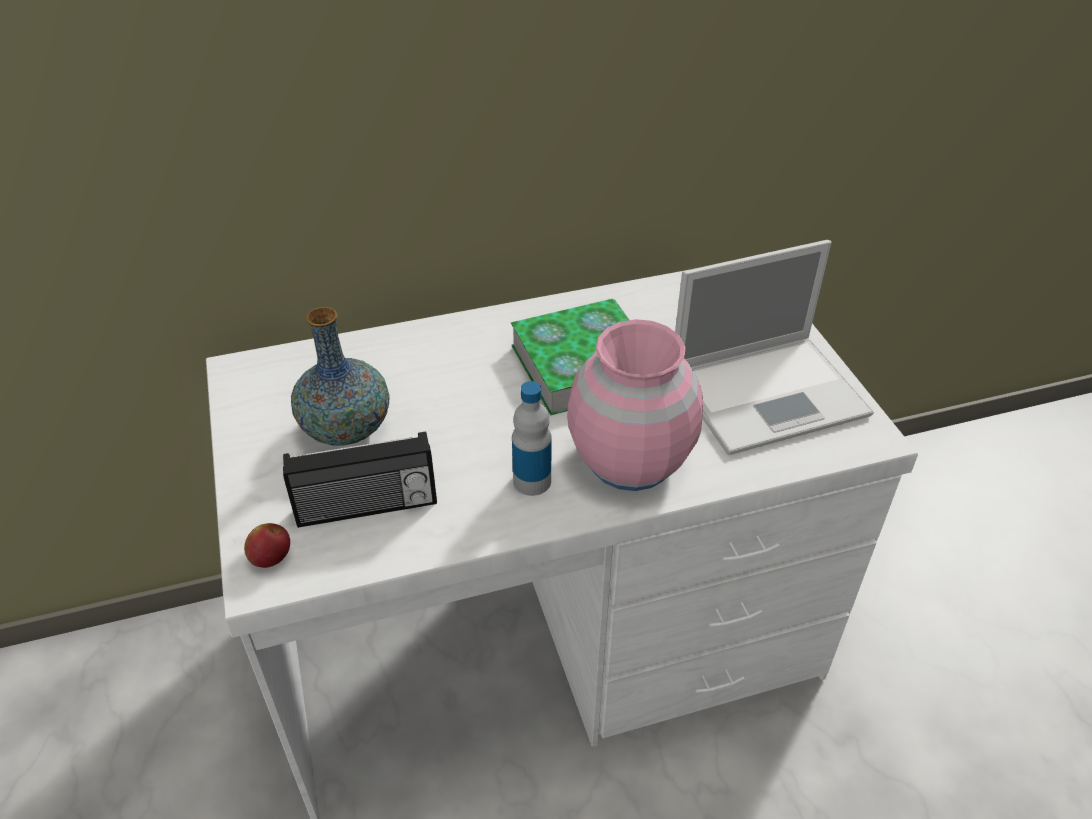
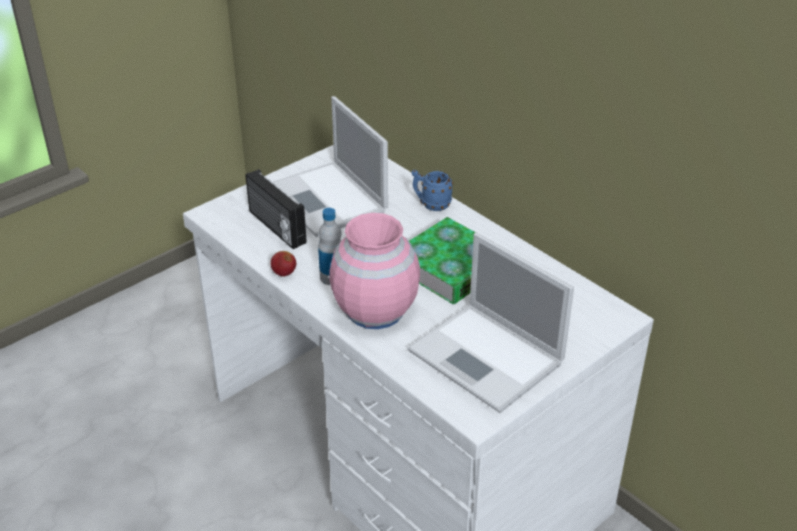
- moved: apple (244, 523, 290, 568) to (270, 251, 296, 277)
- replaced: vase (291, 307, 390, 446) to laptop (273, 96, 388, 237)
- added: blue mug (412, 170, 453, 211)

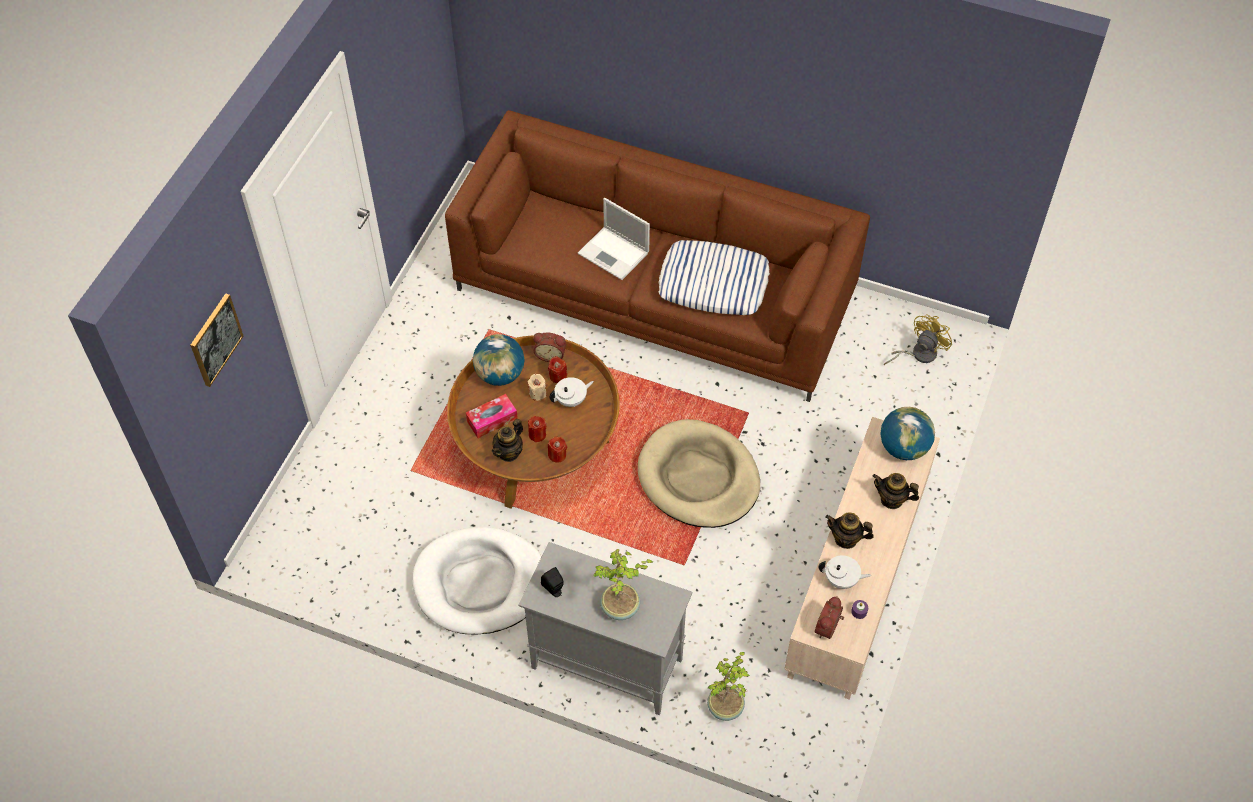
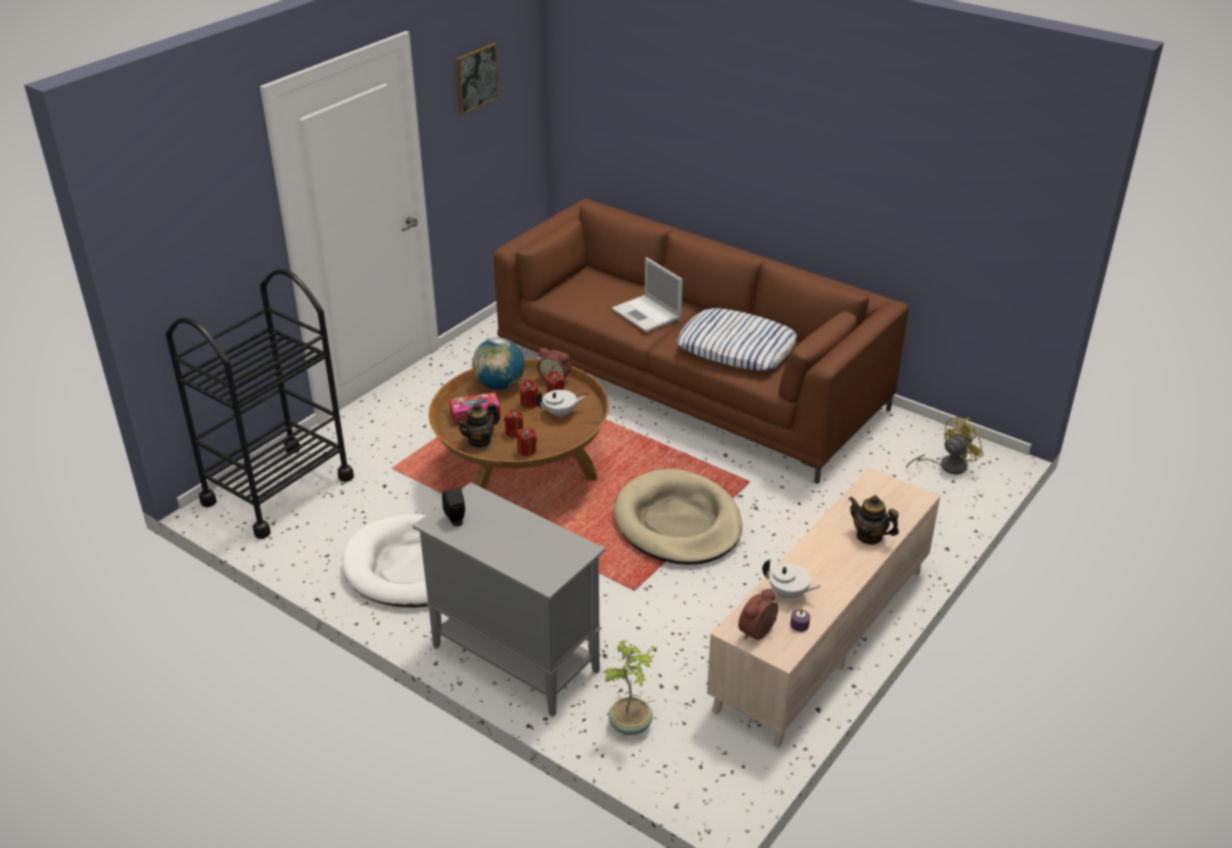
- added: black cart (165, 269, 354, 539)
- moved: picture (190, 293, 244, 387) to (455, 43, 500, 115)
- recoloured: beige candle (528, 374, 546, 401) to red candle (519, 379, 538, 409)
- removed: potted plant (593, 549, 653, 620)
- removed: teapot (825, 512, 874, 549)
- removed: globe (880, 407, 935, 460)

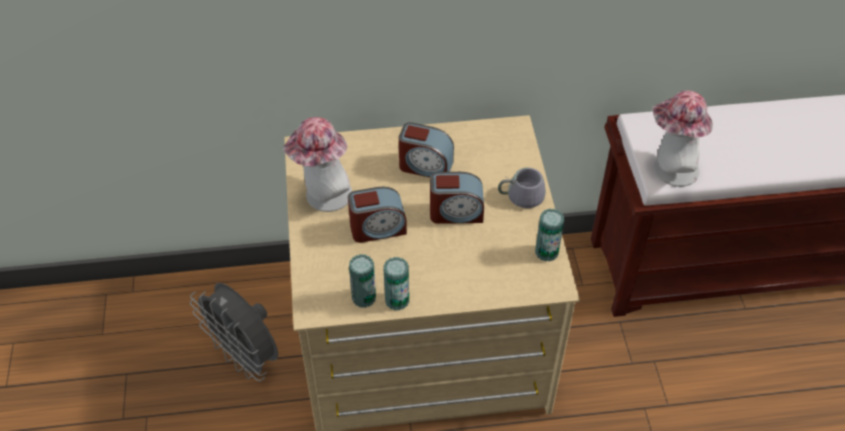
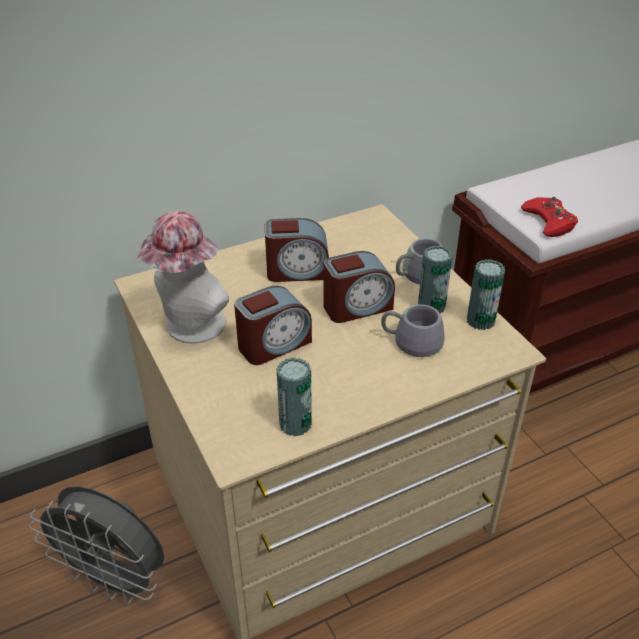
- added: grey mug (381, 304, 445, 357)
- moved: can (383, 257, 409, 310) to (418, 246, 453, 313)
- replaced: hat (653, 91, 713, 187) to red game controller (521, 197, 578, 237)

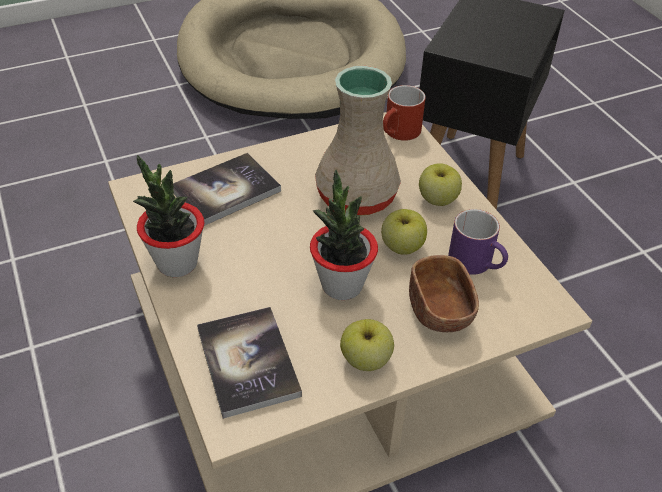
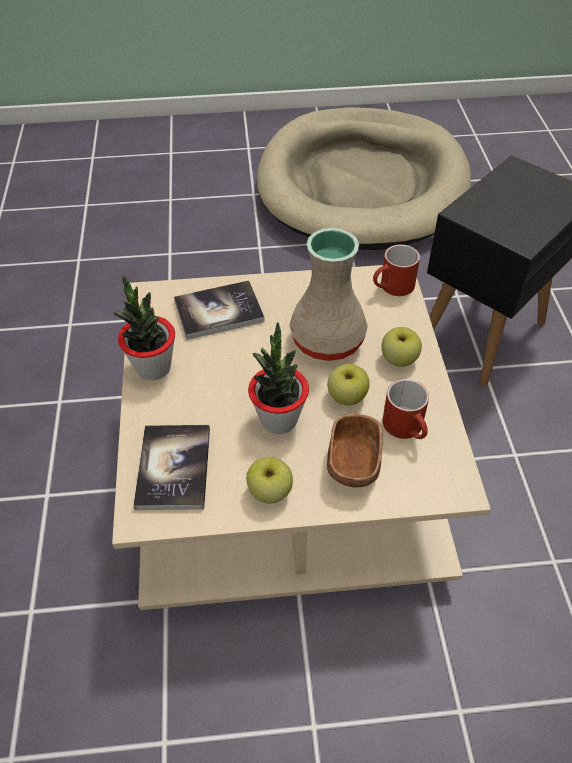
- recoloured: purple mug (448, 209, 508, 275) to red mug (383, 379, 429, 439)

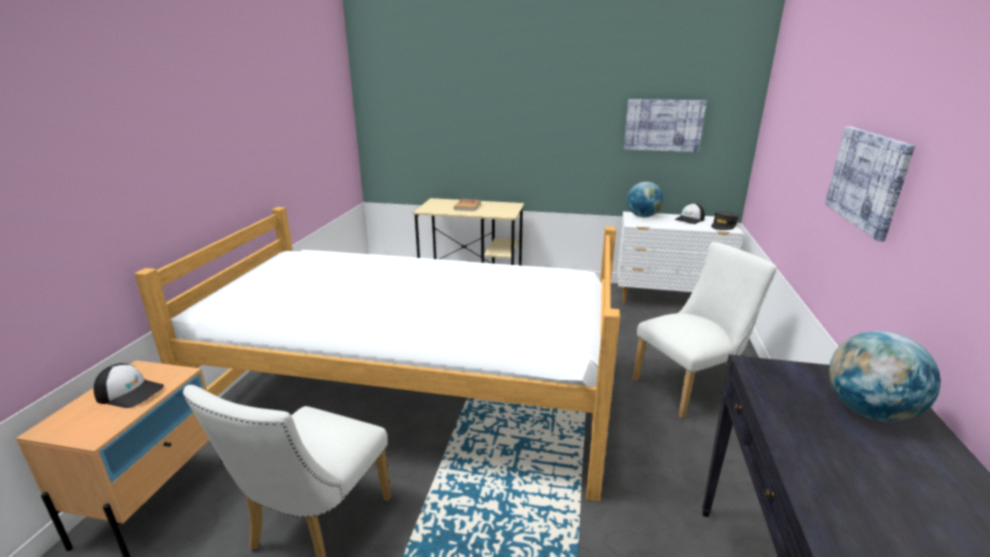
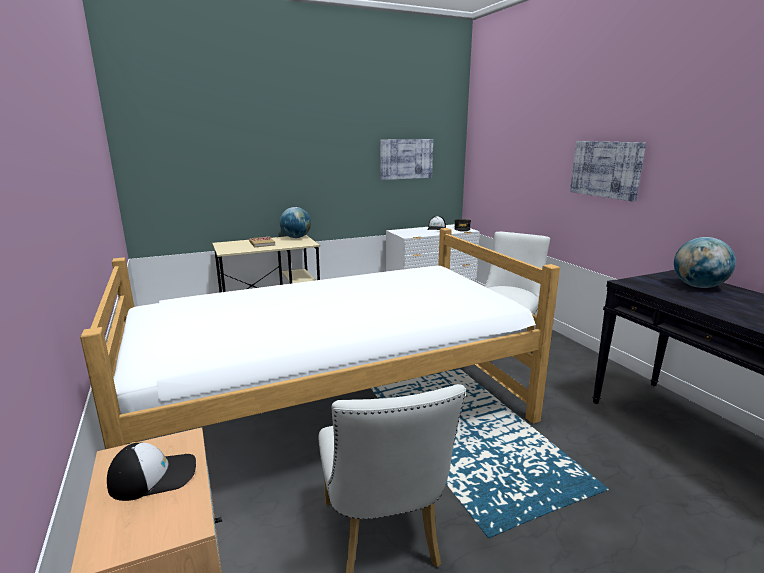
- moved: globe (627, 182, 664, 217) to (280, 207, 311, 238)

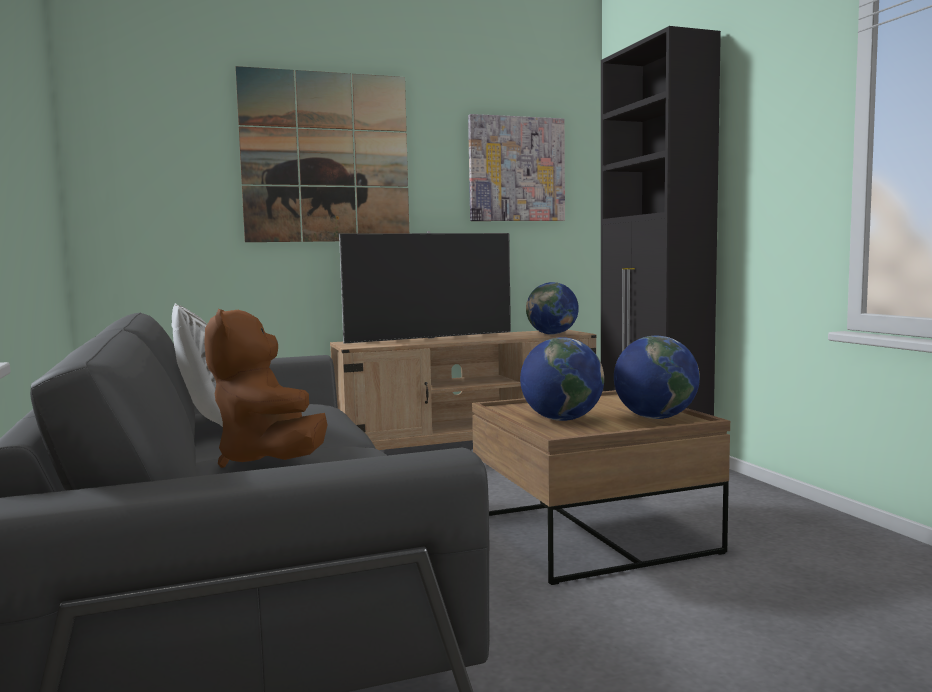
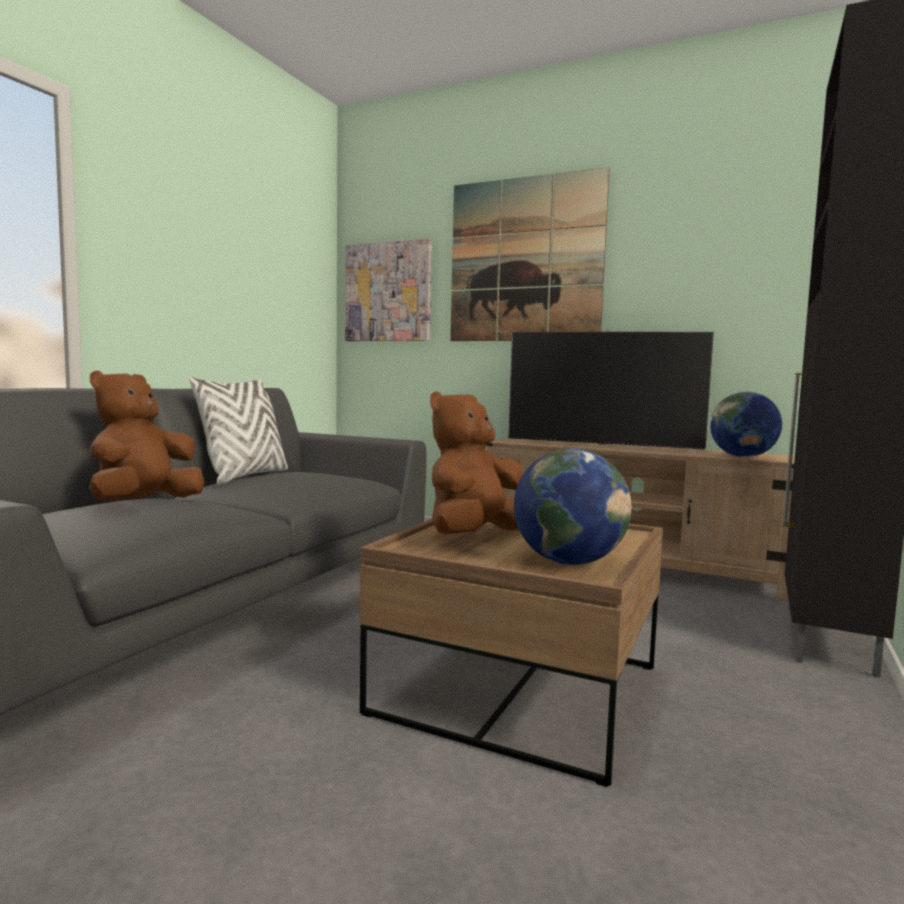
- moved: picture (468, 114, 565, 221) to (345, 238, 432, 341)
- replaced: globe (520, 337, 604, 421) to brown plush toy (430, 391, 522, 534)

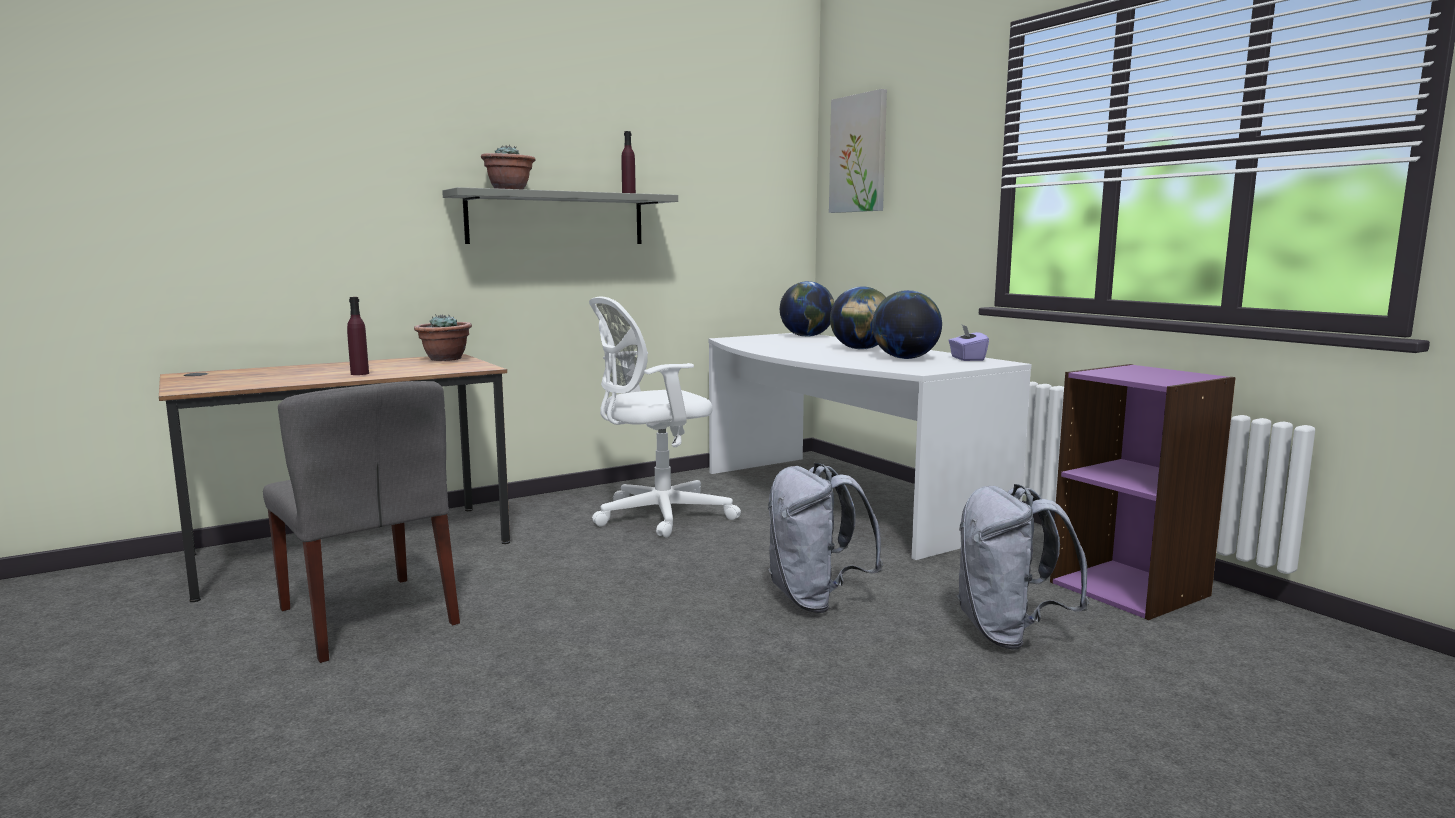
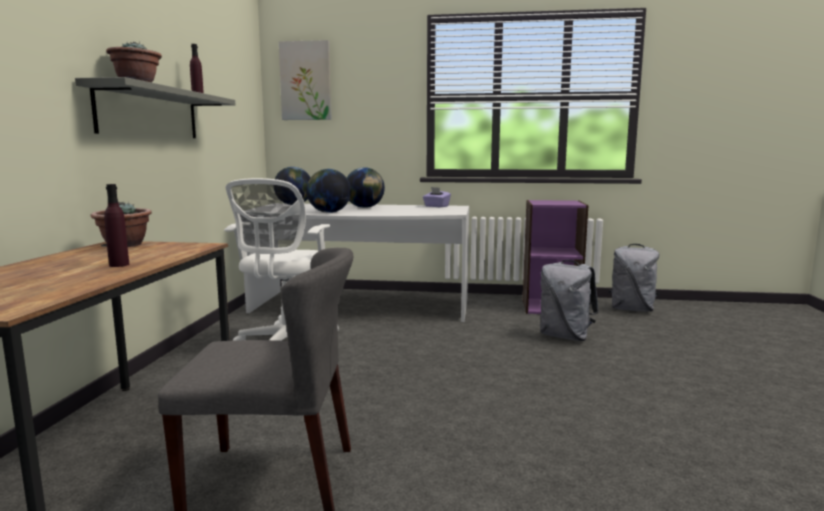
- moved: globe (872, 290, 942, 359) to (306, 169, 351, 213)
- moved: grey backpack (768, 463, 883, 613) to (608, 244, 659, 312)

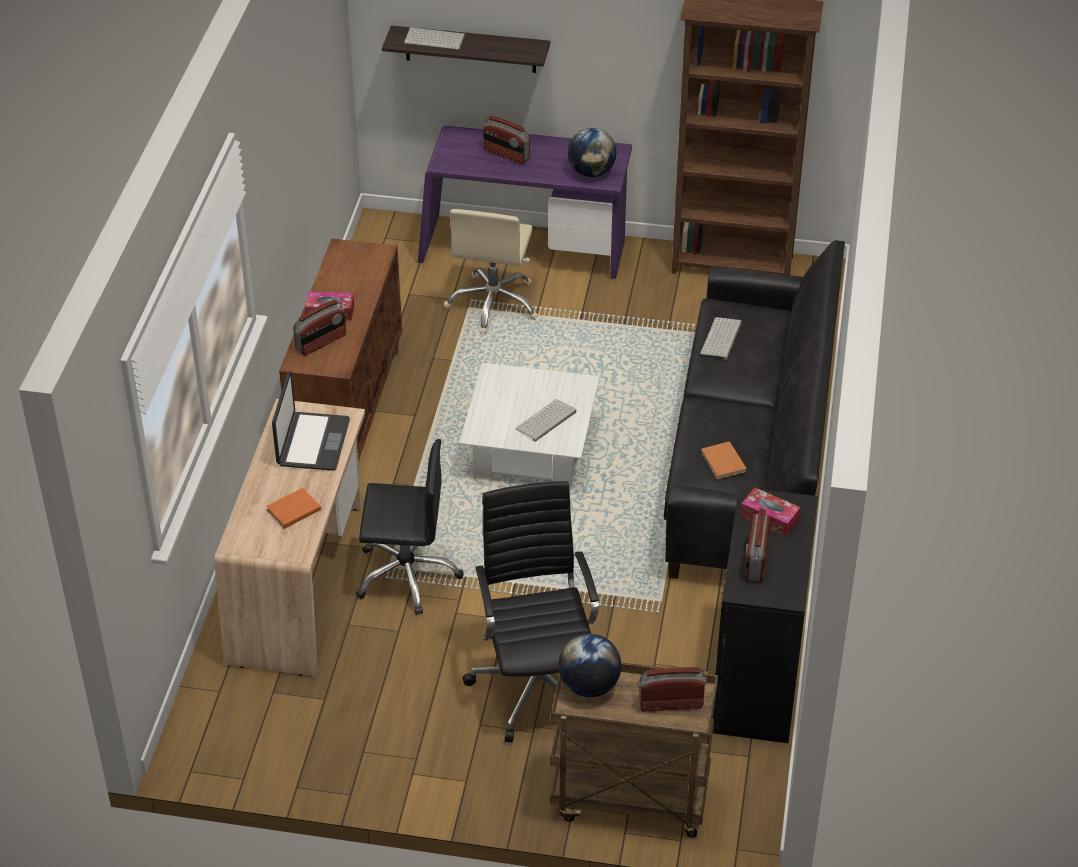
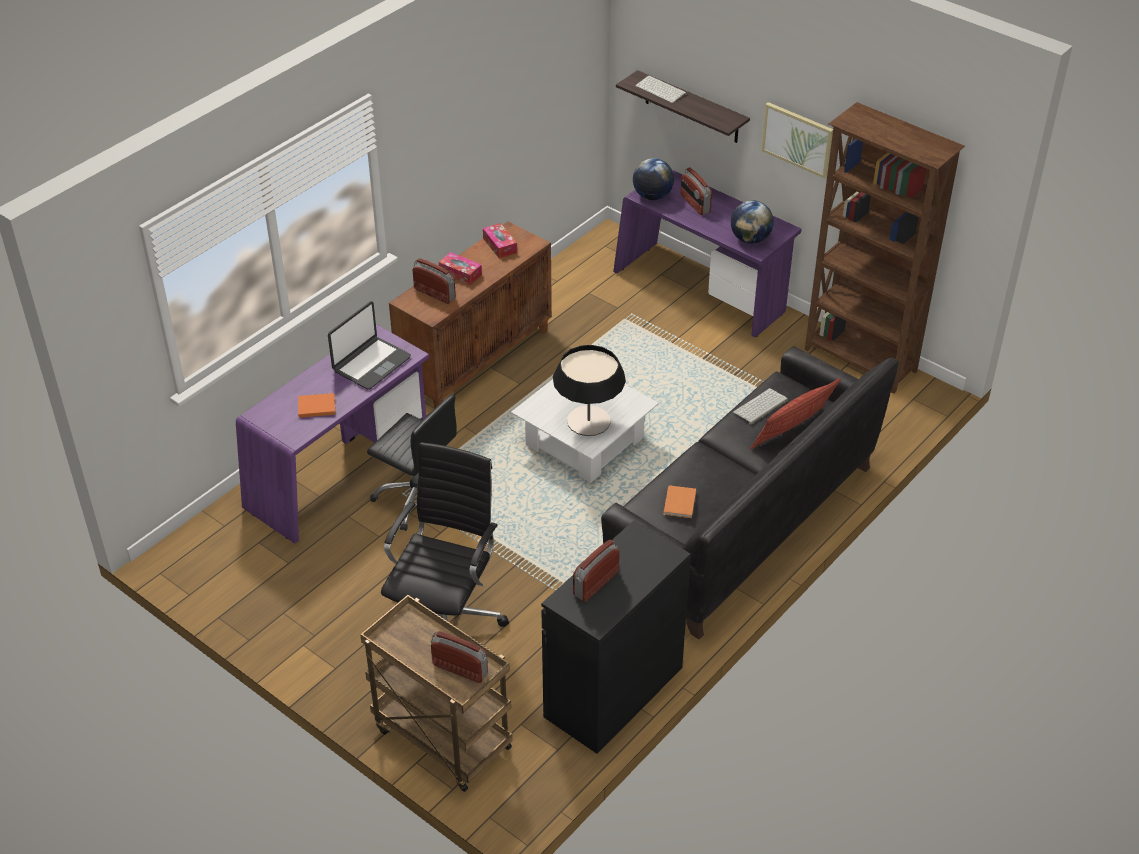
- recoloured: beige desk (214, 399, 365, 676) to purple desk (236, 324, 429, 544)
- turned: radio (293, 299, 346, 356) = (413, 258, 456, 304) 135 degrees counterclockwise
- moved: tissue box (740, 487, 801, 536) to (483, 223, 517, 259)
- replaced: keyboard (515, 399, 577, 442) to table lamp (553, 345, 626, 436)
- moved: globe (558, 634, 622, 697) to (633, 158, 674, 200)
- added: pillow (750, 378, 841, 449)
- added: picture (761, 102, 833, 178)
- removed: beige office chair (444, 209, 538, 334)

